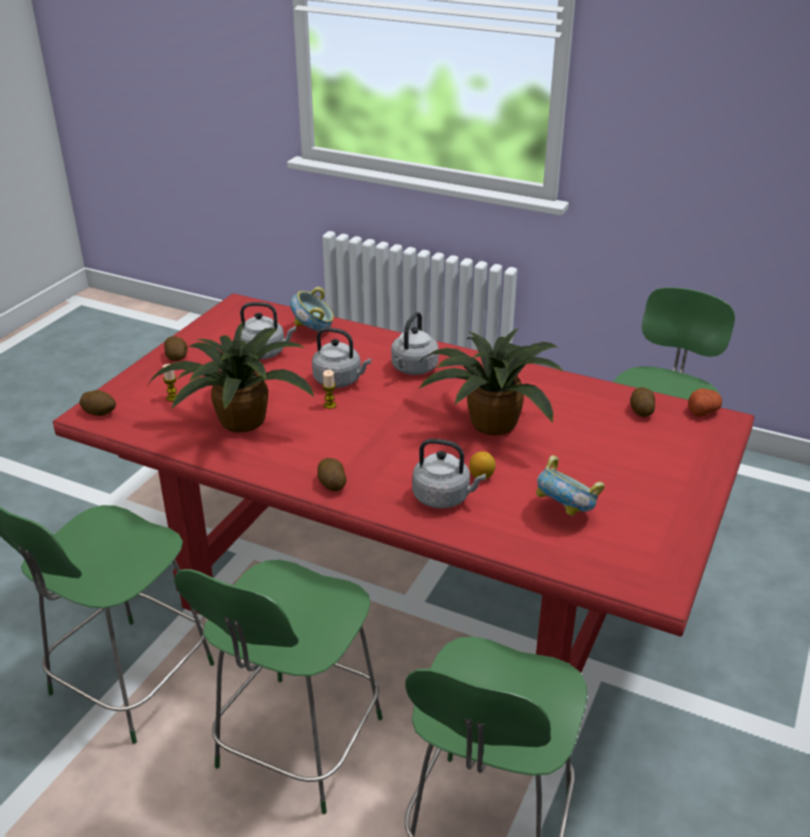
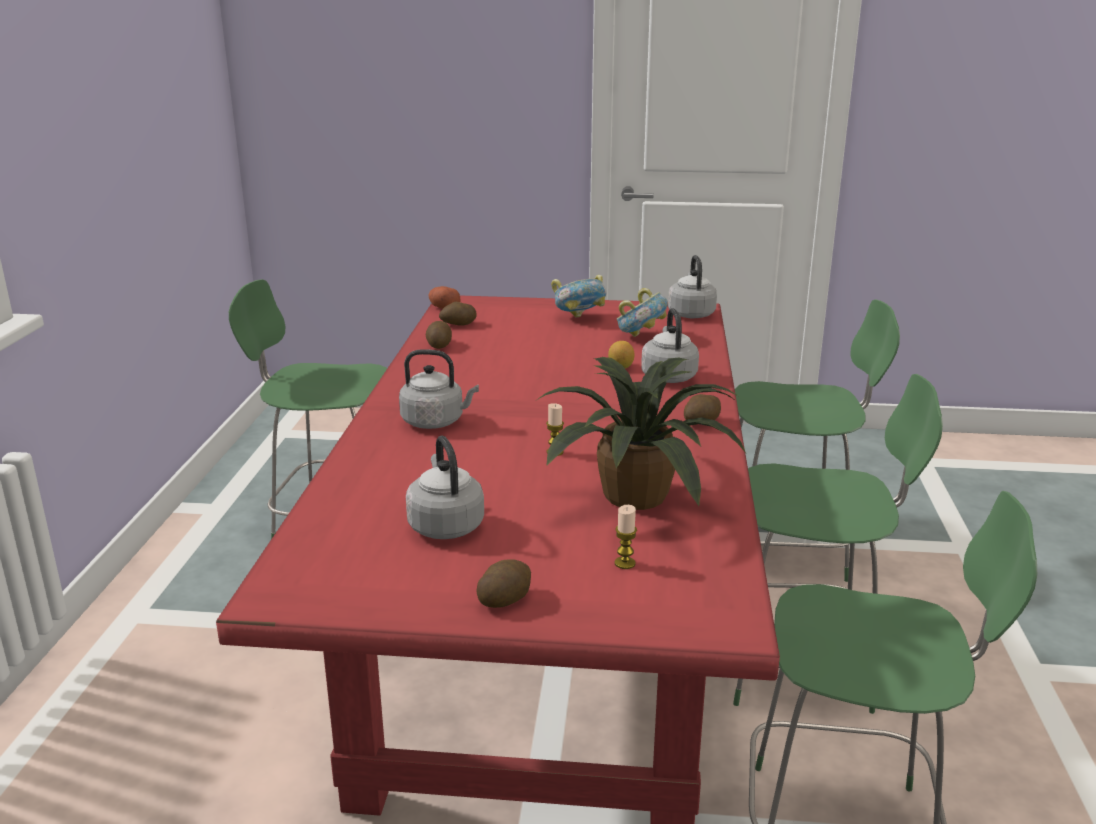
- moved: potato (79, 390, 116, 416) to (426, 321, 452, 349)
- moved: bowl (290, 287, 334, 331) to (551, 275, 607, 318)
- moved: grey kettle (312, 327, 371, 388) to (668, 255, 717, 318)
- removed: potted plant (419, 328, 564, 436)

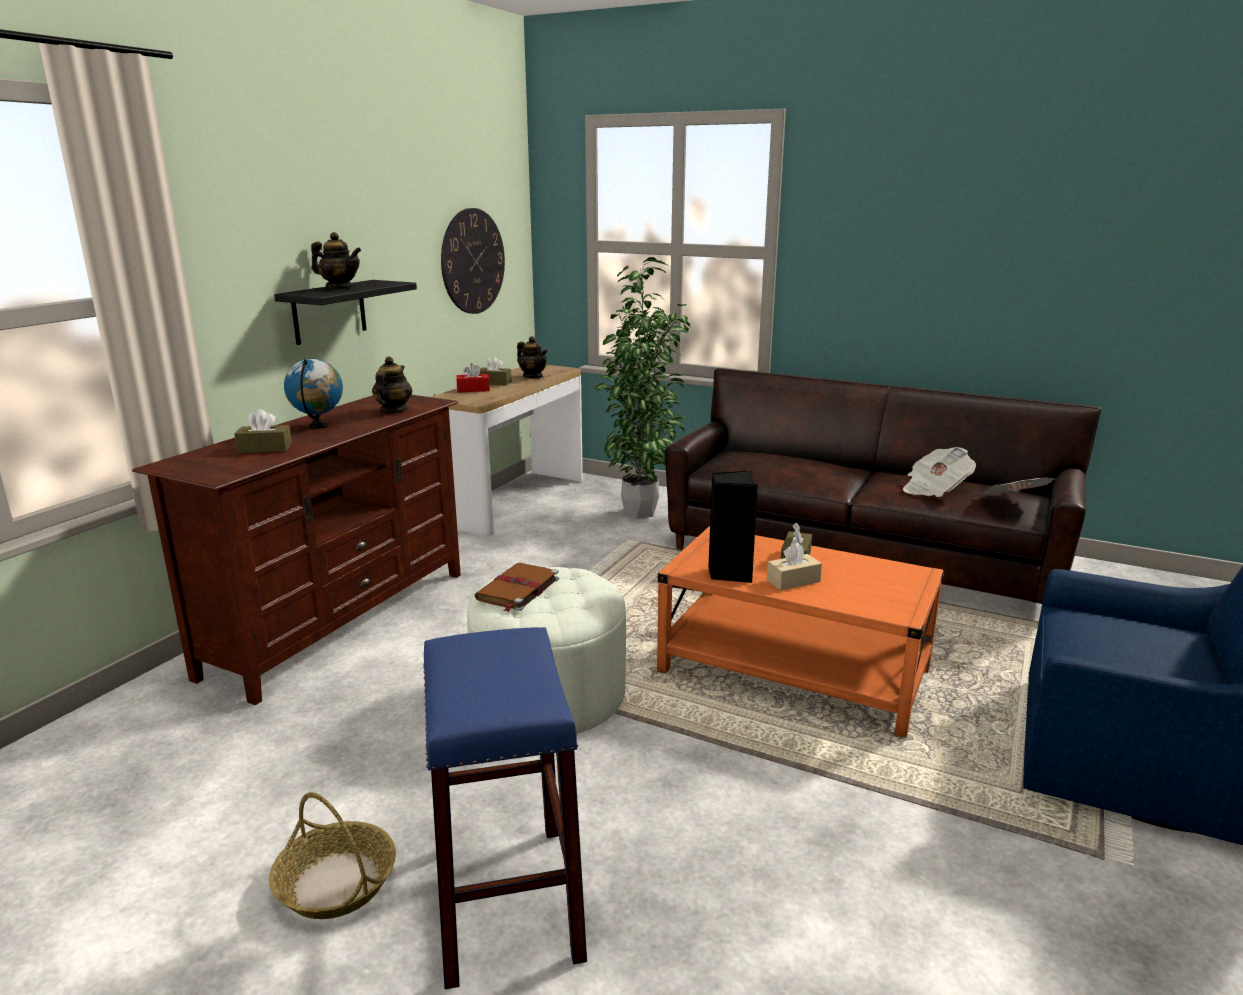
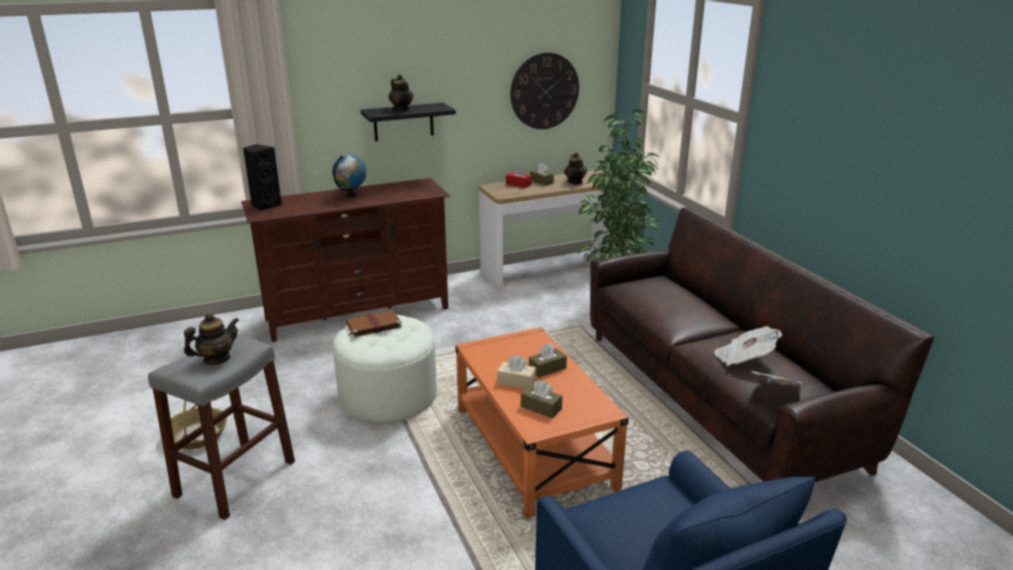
- recoloured: blue stool (423, 627, 587, 989) to grey stool (148, 334, 295, 520)
- moved: teapot (372, 356, 412, 414) to (184, 313, 239, 365)
- moved: black speaker (708, 471, 758, 583) to (243, 144, 282, 211)
- moved: brown tissue box (234, 409, 292, 453) to (521, 380, 562, 418)

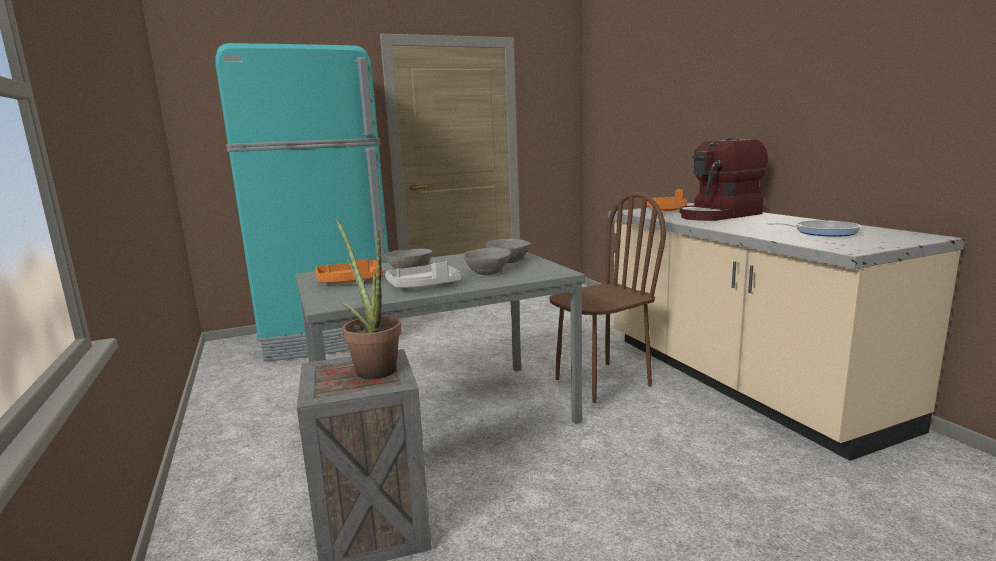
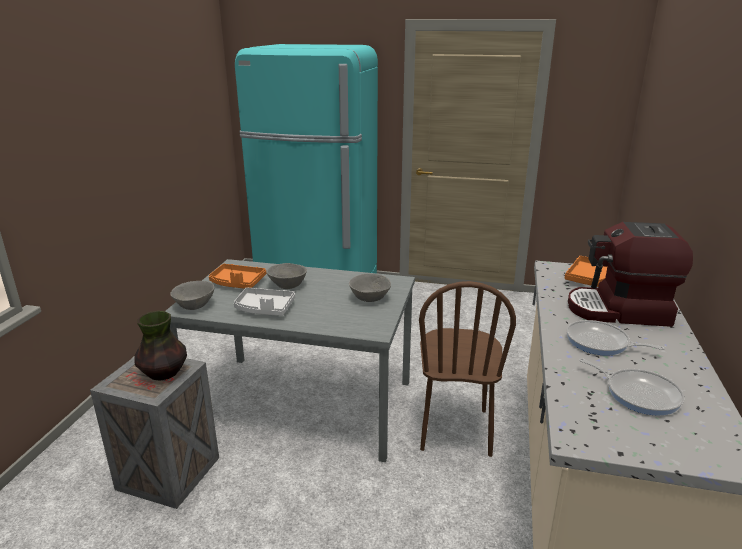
- replaced: potted plant (336, 219, 402, 379) to vase (134, 311, 187, 381)
- moved: grey bowl (463, 248, 511, 275) to (170, 281, 214, 310)
- turned: brown chair (549, 192, 666, 403) = (419, 281, 516, 457) 90 degrees clockwise
- added: frying pan (566, 320, 665, 356)

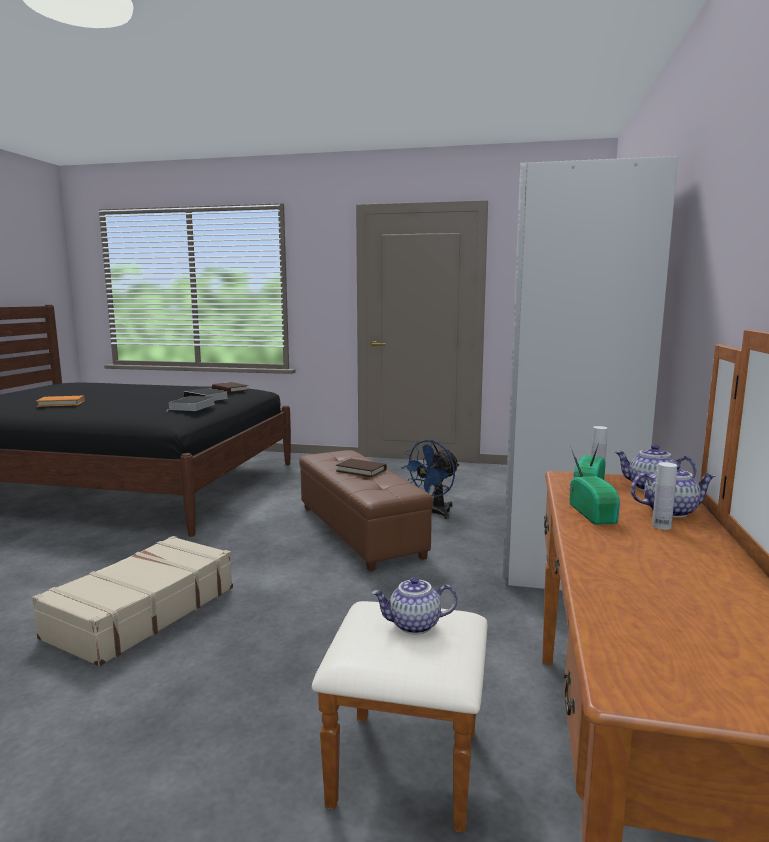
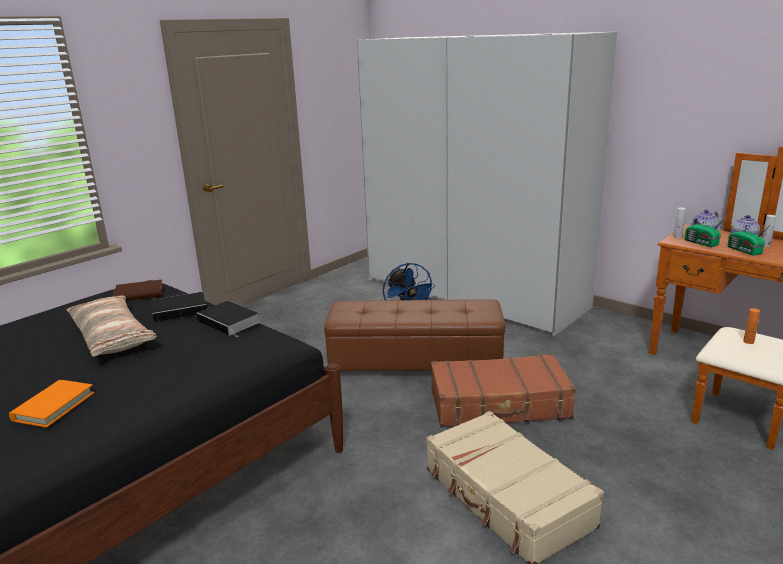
- added: pillow (67, 296, 157, 357)
- added: brown suitcase (431, 354, 576, 427)
- turned: radio (569, 445, 620, 525) = (728, 223, 772, 256) 135 degrees counterclockwise
- replaced: teapot (371, 577, 458, 634) to orange bottle (743, 308, 760, 344)
- removed: brown book (336, 459, 387, 477)

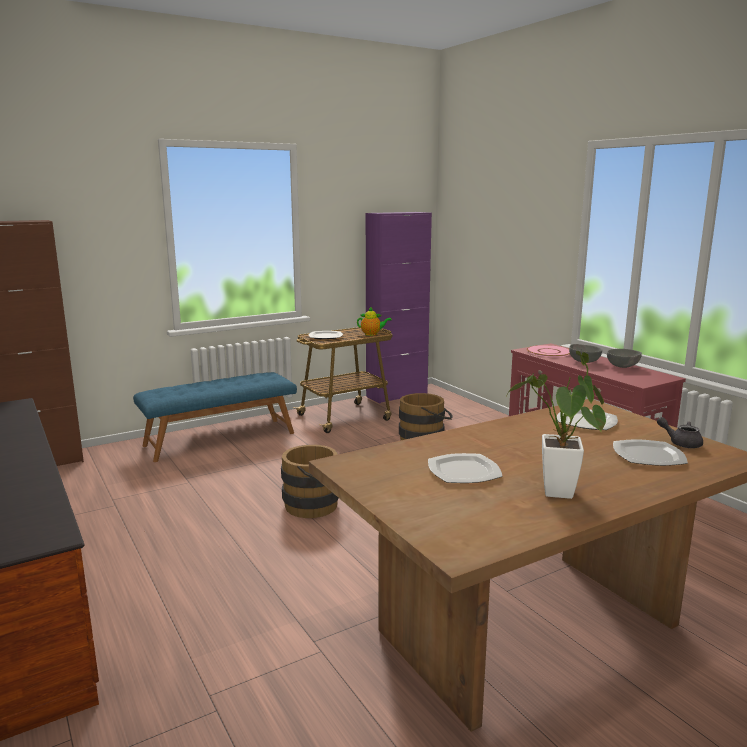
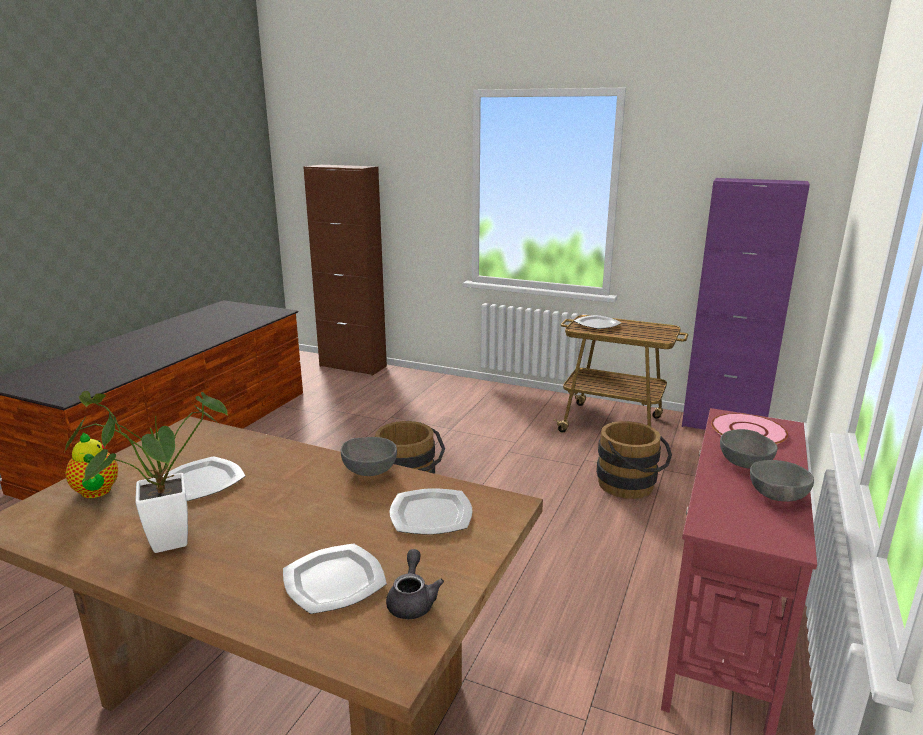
- moved: teapot (357, 306, 392, 336) to (65, 432, 118, 498)
- added: grey bowl (341, 437, 397, 476)
- removed: blue bench (133, 372, 297, 462)

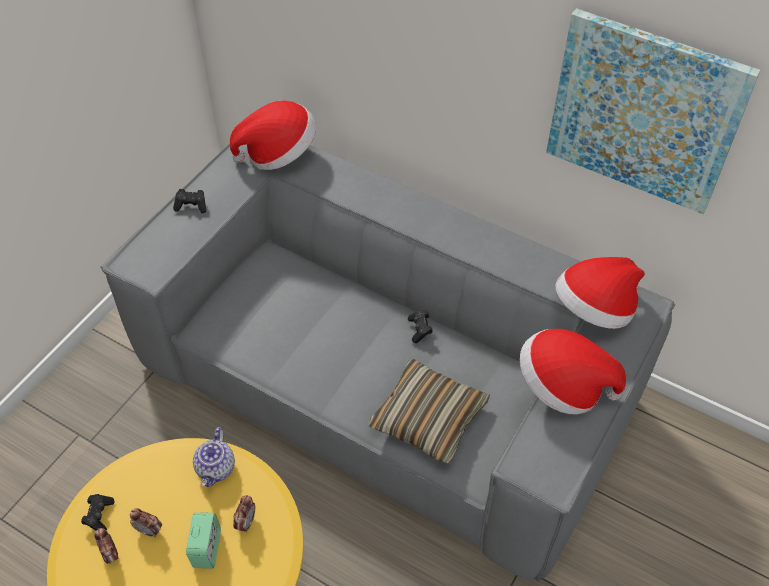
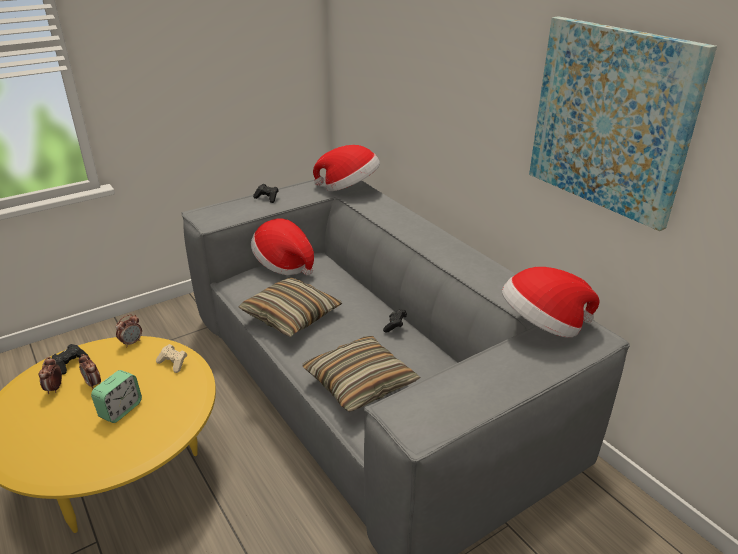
- moved: alarm clock (233, 495, 255, 533) to (116, 314, 142, 348)
- replaced: teapot (193, 427, 235, 487) to beige game controller (156, 344, 187, 373)
- added: pillow (238, 277, 342, 337)
- moved: hat (520, 329, 626, 414) to (251, 218, 314, 275)

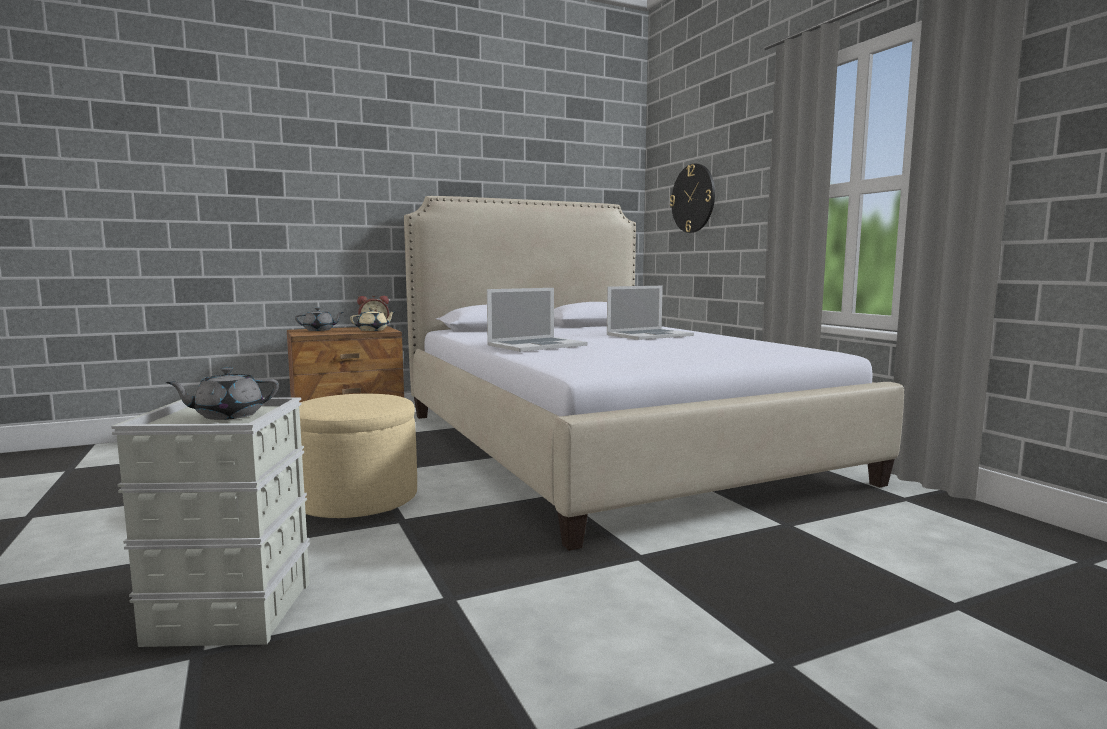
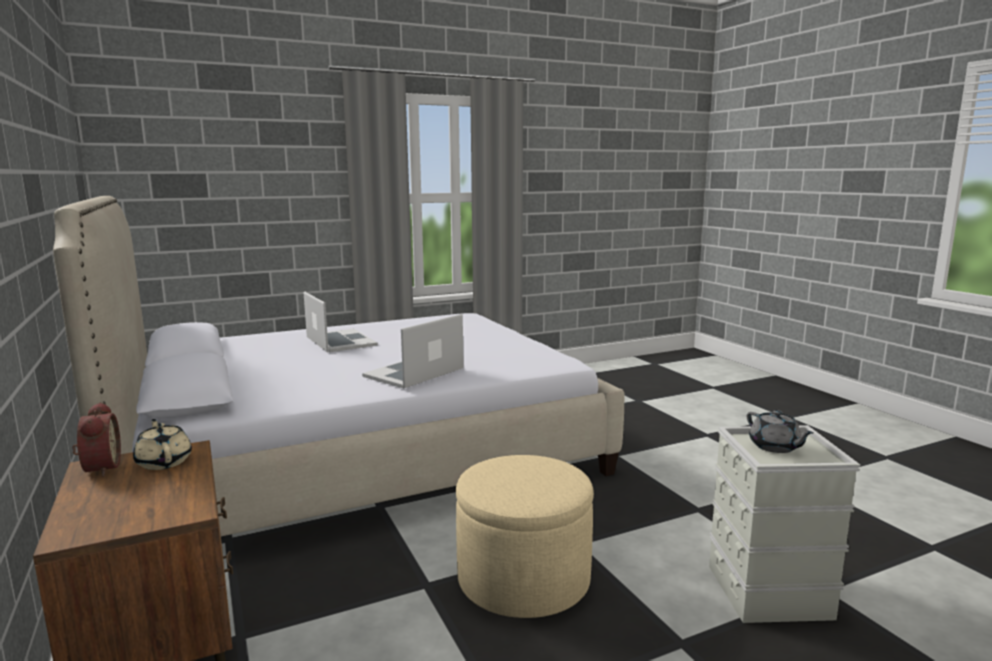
- turned: laptop (487, 288, 588, 352) = (362, 314, 464, 388) 105 degrees counterclockwise
- removed: grey teapot (295, 308, 344, 331)
- removed: wall clock (670, 164, 715, 233)

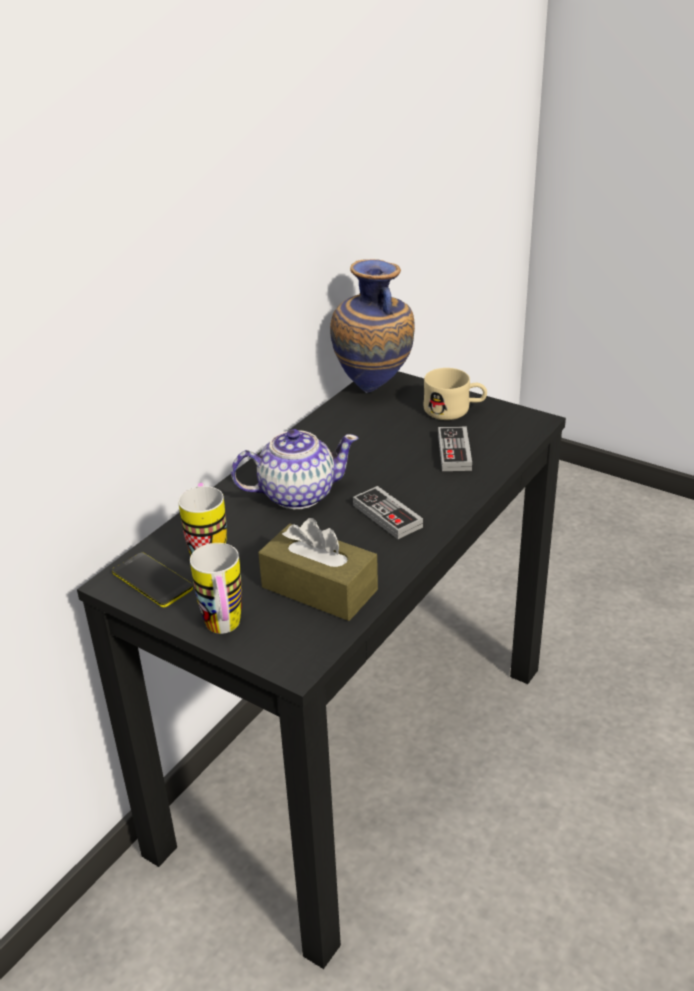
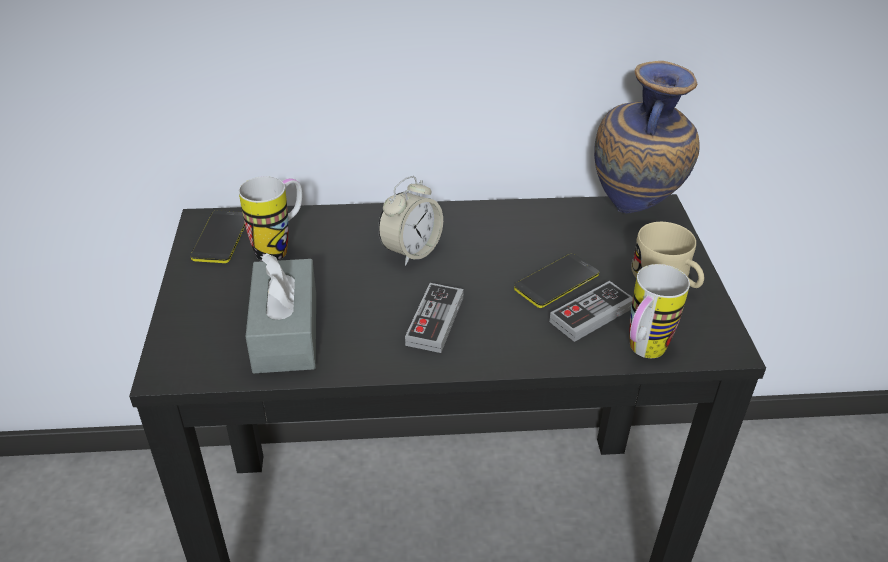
- recoloured: brown tissue box (258, 518, 378, 621) to grey tissue box (246, 253, 316, 374)
- replaced: teapot (231, 429, 358, 509) to alarm clock (378, 176, 443, 266)
- added: phone (514, 253, 599, 308)
- moved: mug (190, 543, 242, 634) to (629, 264, 690, 358)

